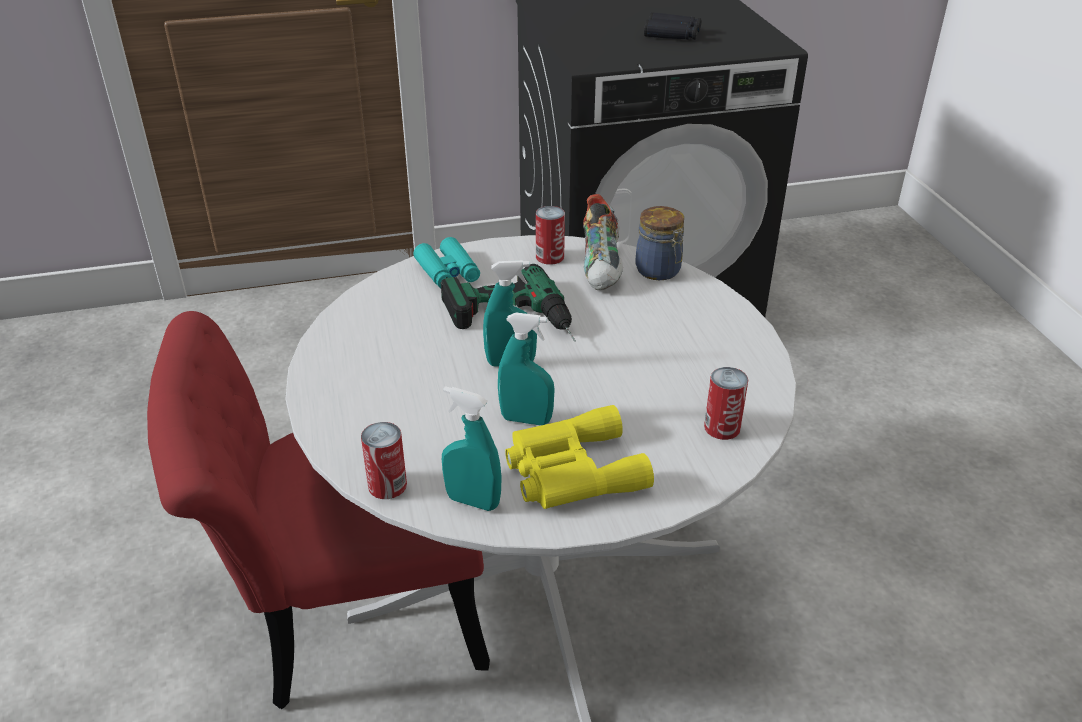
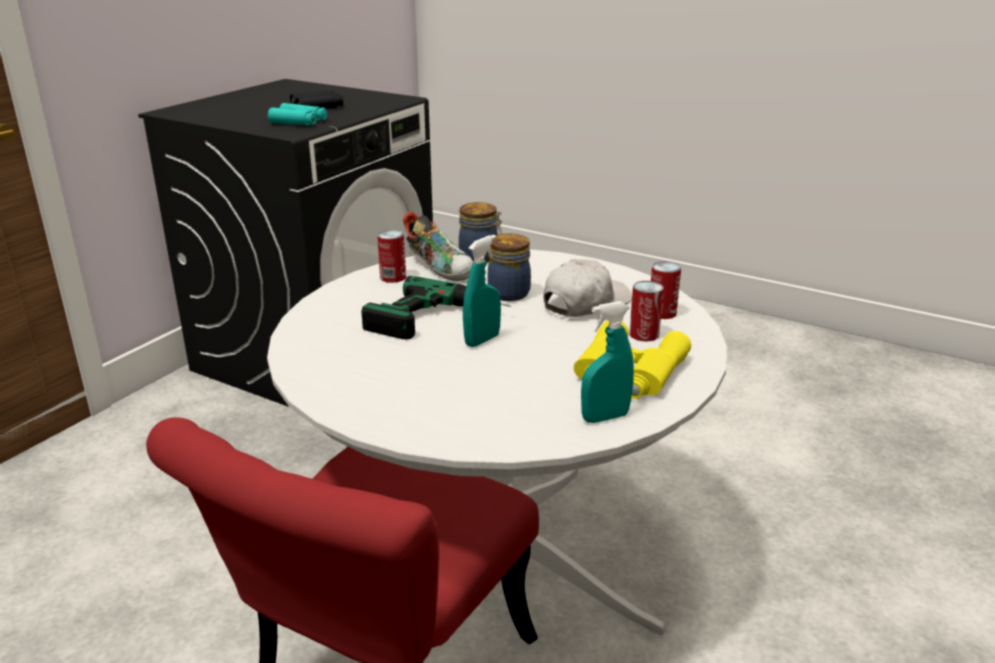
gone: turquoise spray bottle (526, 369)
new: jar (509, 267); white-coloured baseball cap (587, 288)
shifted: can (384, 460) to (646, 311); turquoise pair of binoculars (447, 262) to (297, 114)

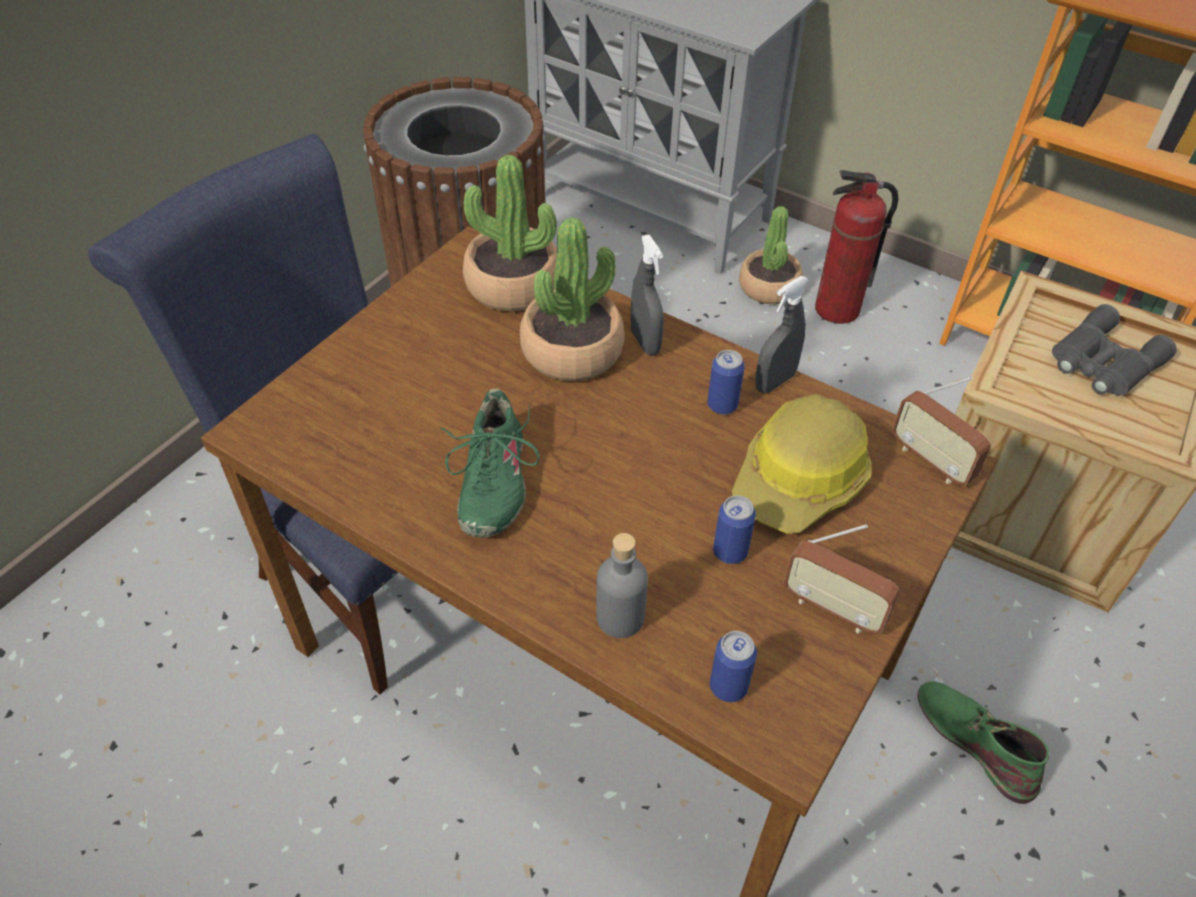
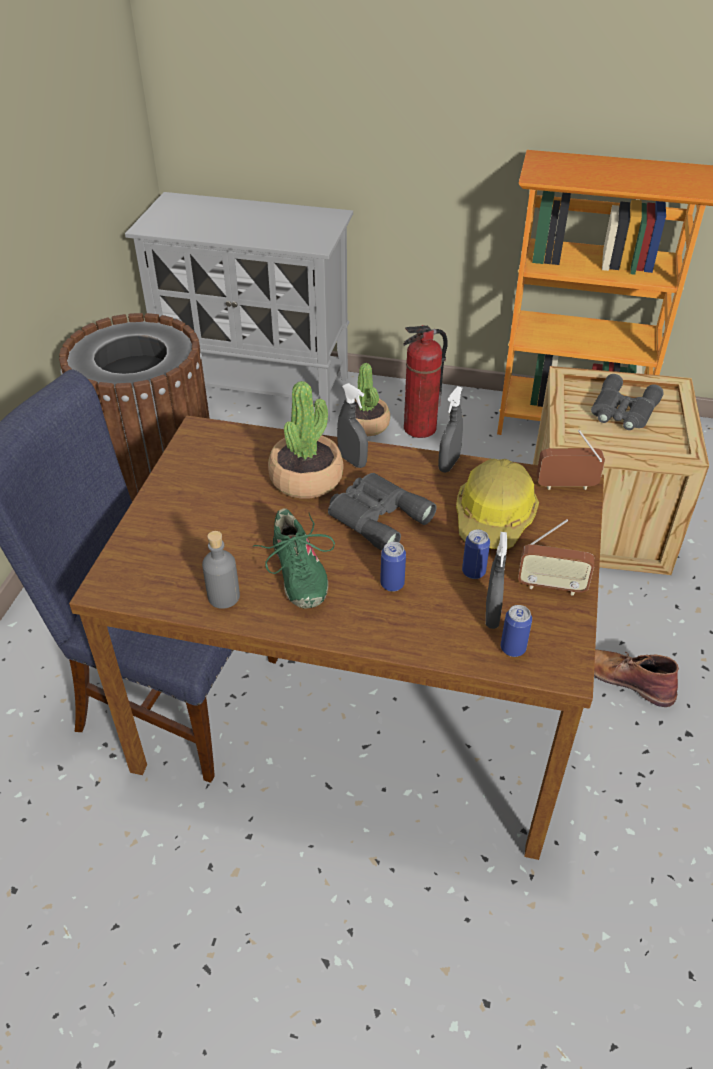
gone: potted plant (510, 233)
new: grey pair of binoculars (382, 512); grey spray bottle (496, 580)
shifted: grey beverage bottle (622, 585) to (221, 570); can (726, 382) to (393, 567)
repainted: greenish high-top boot (983, 742) to brown-coloured high-top boot (636, 678)
rotated: radio receiver (941, 431) = (570, 460) 150 degrees clockwise

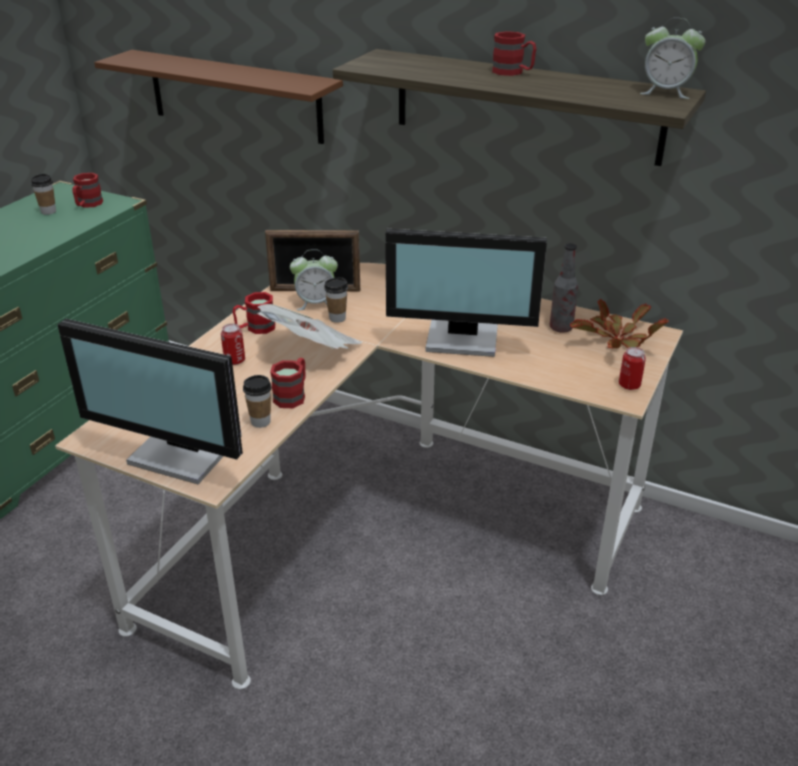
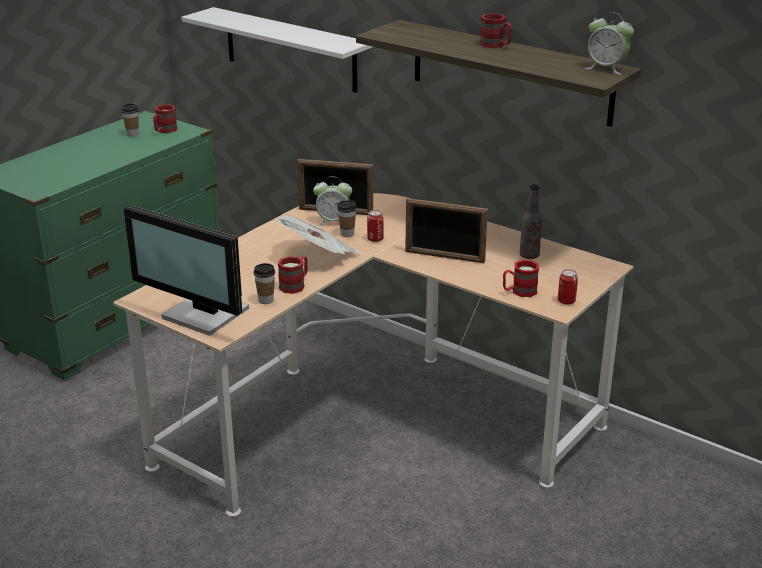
gone: potted plant (619, 323)
shifted: can (233, 344) to (375, 226); reddish coffee mug (254, 313) to (521, 278)
swapped: monitor (466, 293) to picture frame (446, 230)
repainted: brown-coloured wall shelf (218, 97) to white-coloured wall shelf (277, 50)

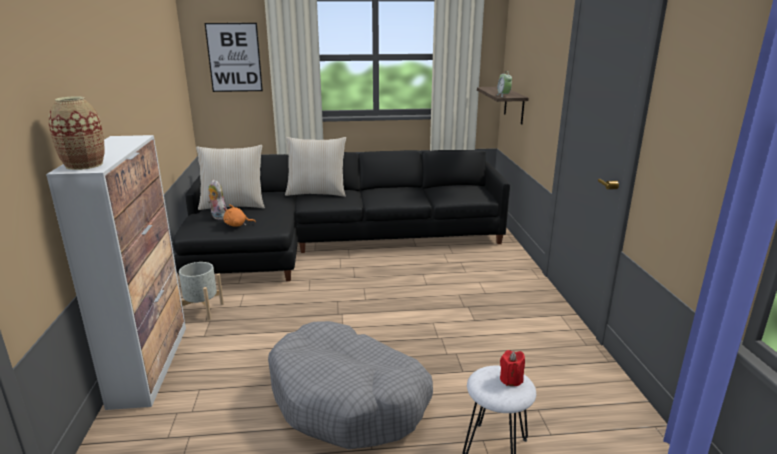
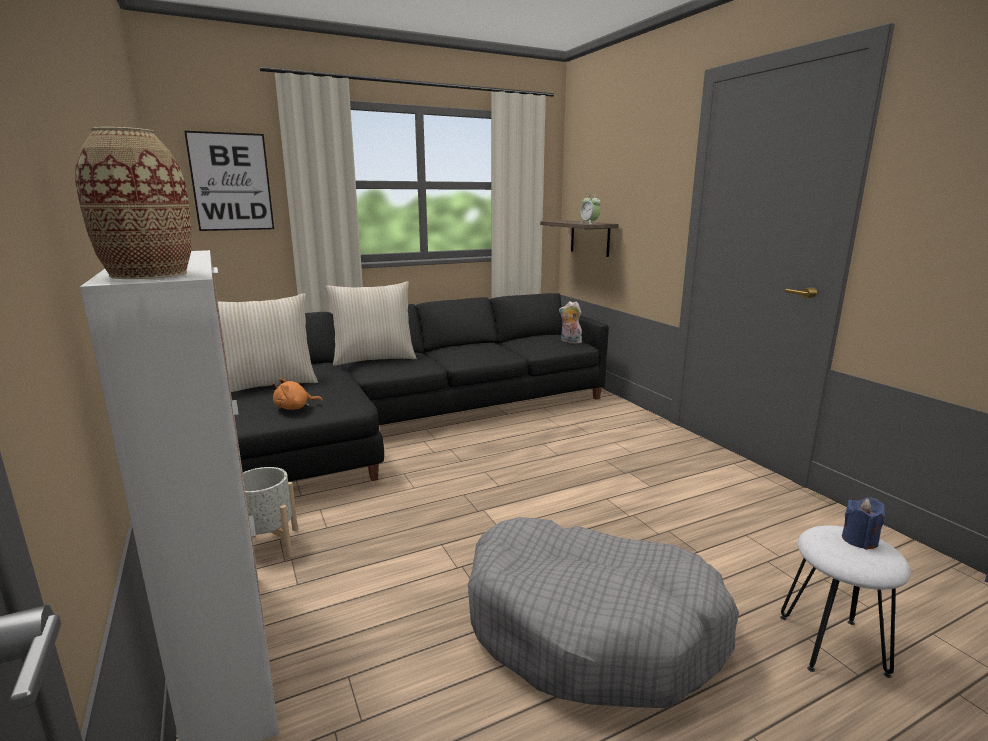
shifted: plush toy (217, 200) to (570, 322)
repainted: reddish wax candle (512, 368) to blue-coloured wax candle (863, 523)

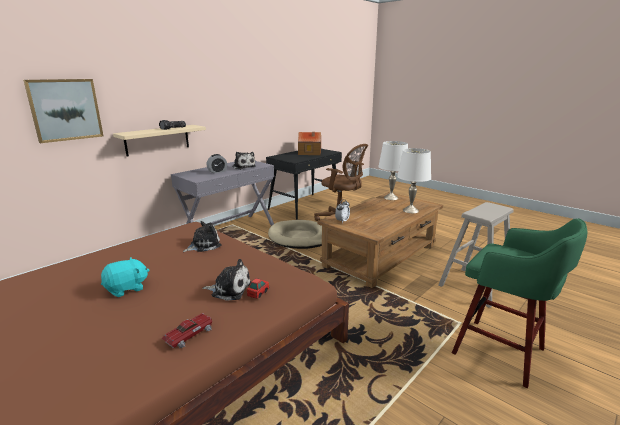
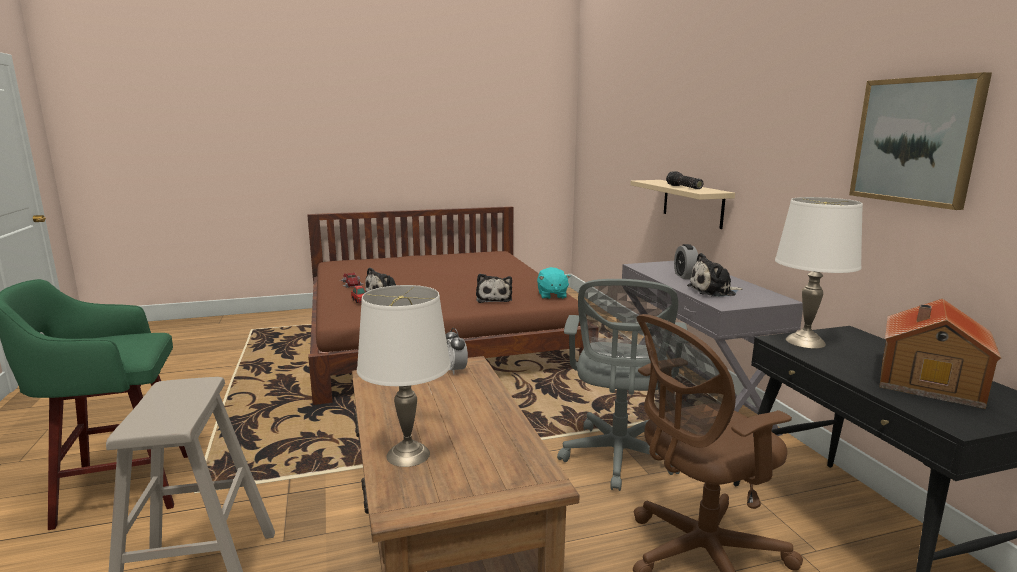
shifted: wall art (63, 111) to (920, 141); turquoise plush toy (125, 277) to (554, 283); white-coloured lamp for a table (393, 170) to (819, 272)
swapped: sand-coloured pet bed (295, 234) to grey desk chair (622, 385)

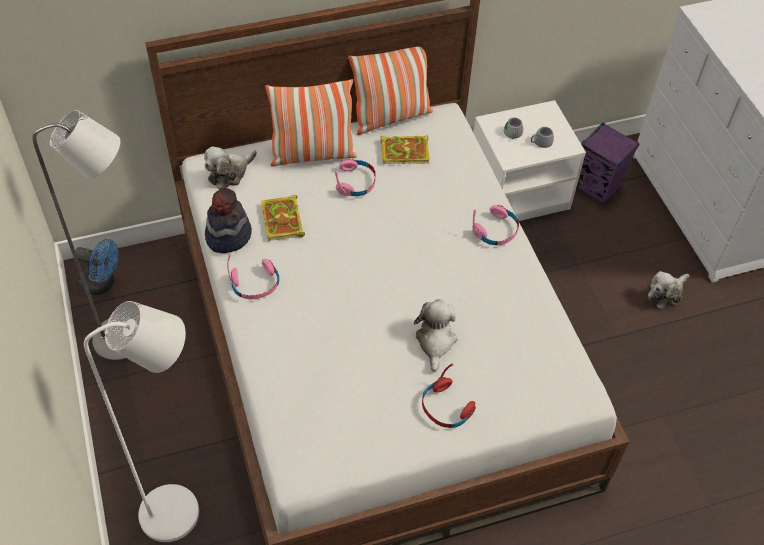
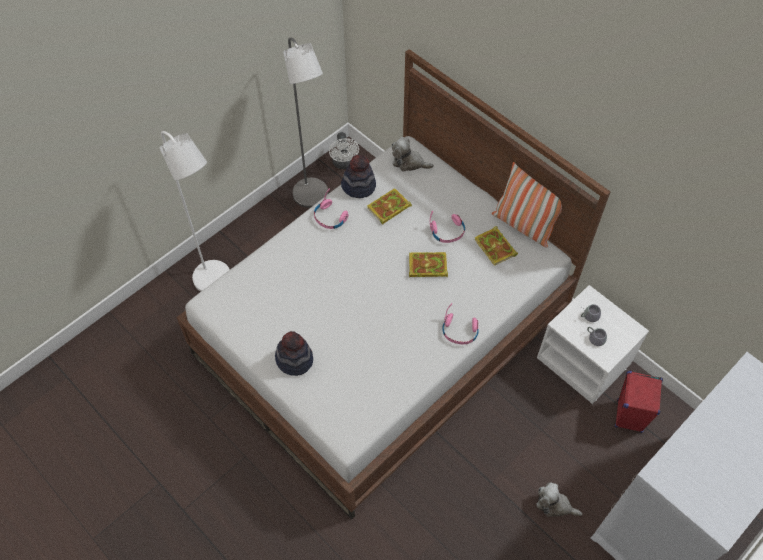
gone: cushion (311, 123); plush toy (435, 335)
new: bound book (428, 264)
swapped: reddish pair of headphones (449, 396) to hat (294, 353)
repainted: blue-coloured fan (97, 267) to white-coloured fan (344, 150); purplish loudspeaker (607, 163) to reddish loudspeaker (639, 402)

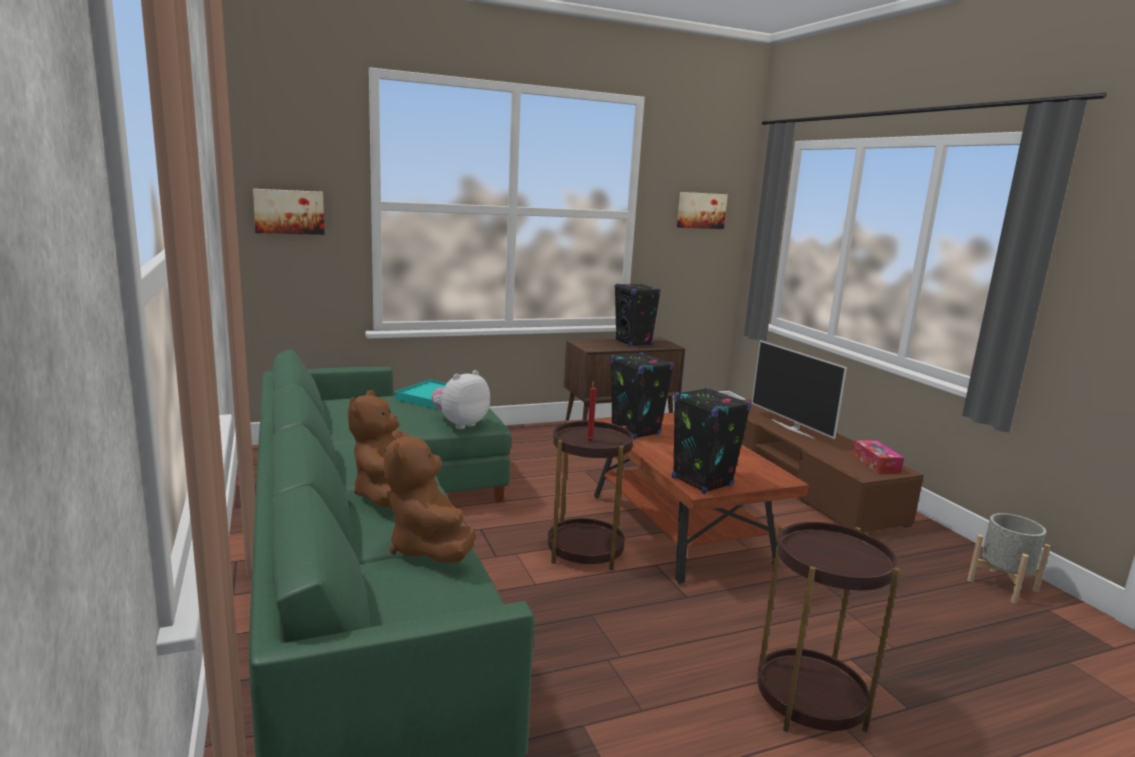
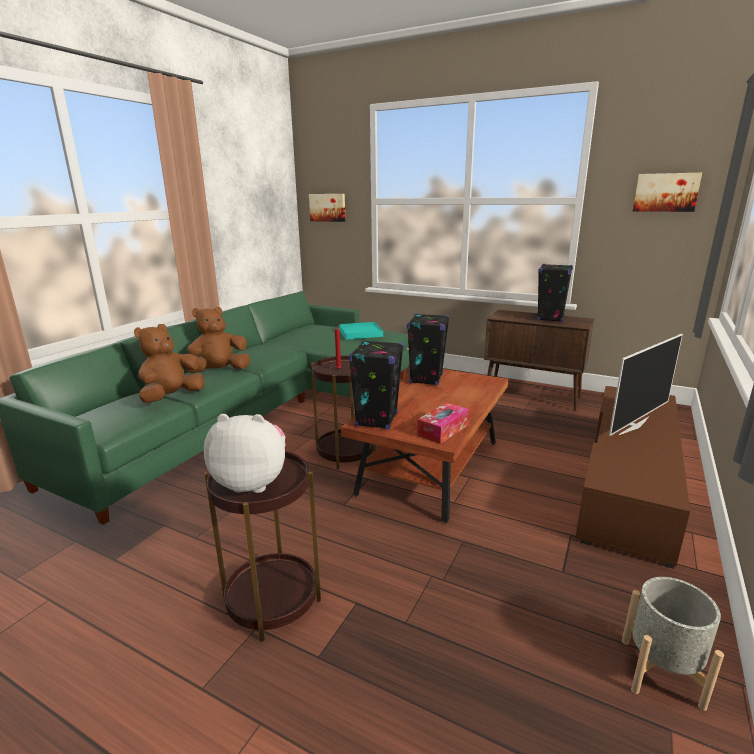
shifted: plush toy (460, 399) to (245, 453); tissue holder (878, 457) to (443, 423)
rotated: TV (799, 389) = (646, 385) 150 degrees counterclockwise

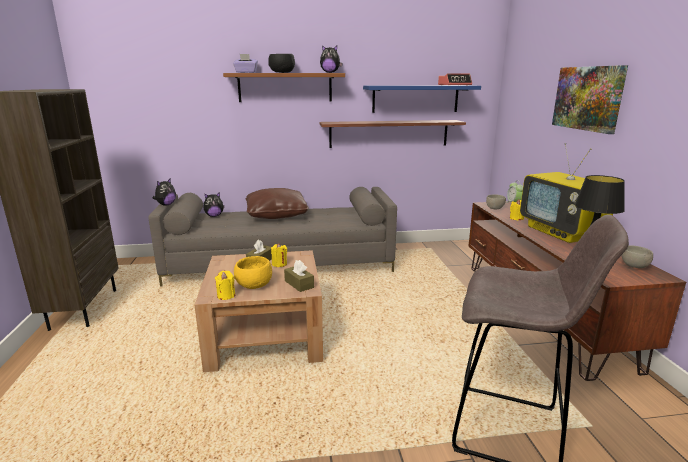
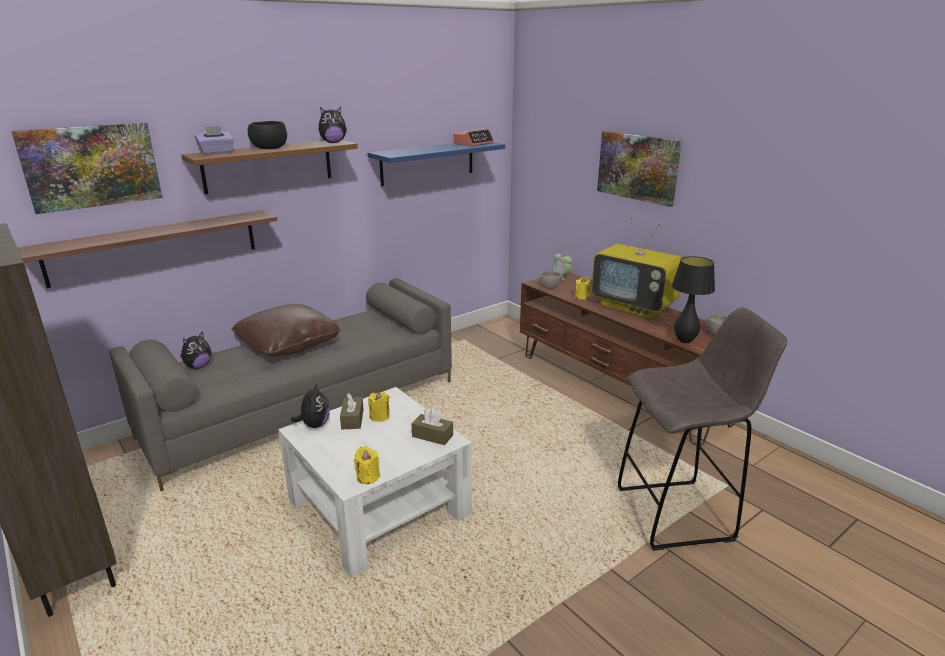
gone: yellow serving bowl (253, 272)
new: wall art (87, 168)
shifted: plush toy (164, 192) to (310, 405); wall shelf (392, 134) to (147, 249)
repainted: brown-coloured coffee table (258, 311) to white-coloured coffee table (375, 482)

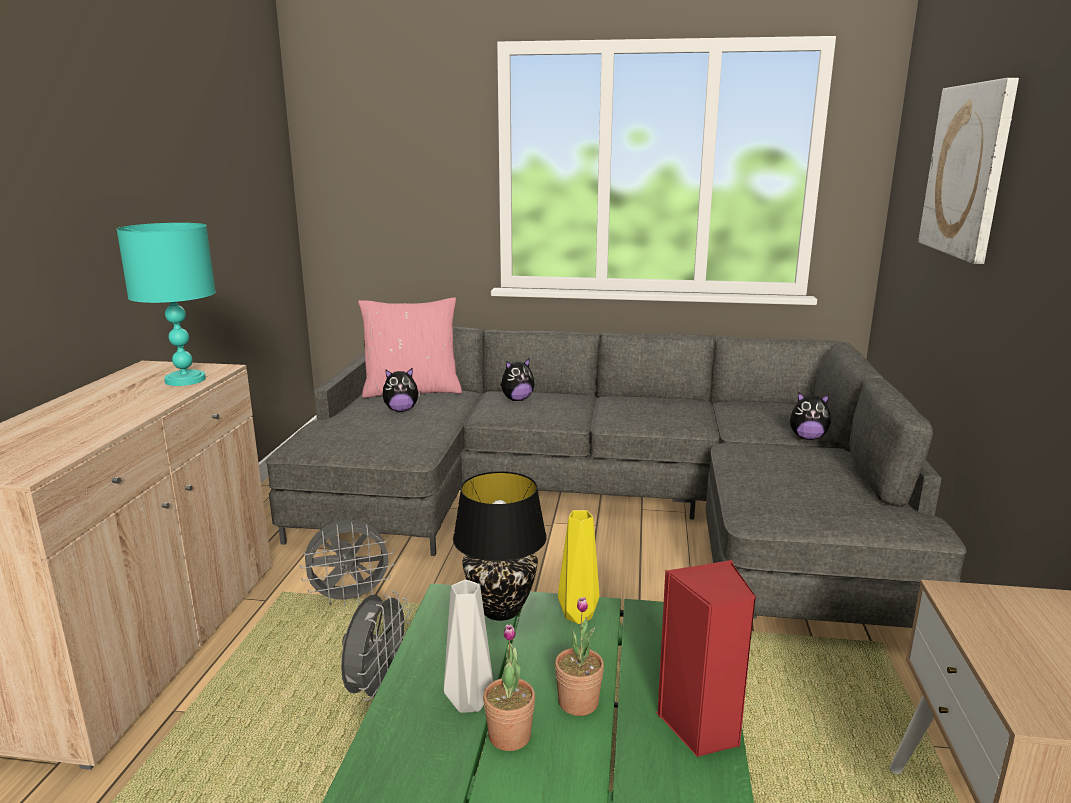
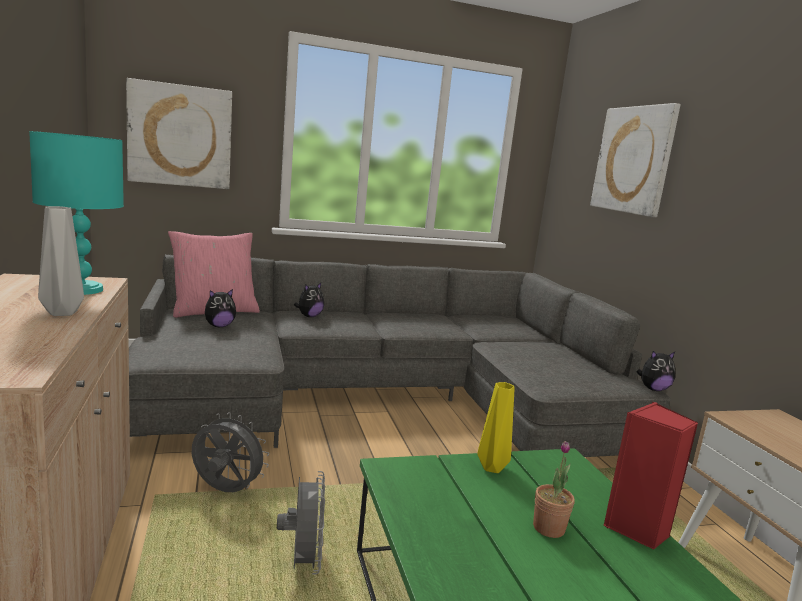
gone: blackish lamp for a table (500, 546); potted plant (509, 687)
new: wall art (179, 133)
shifted: grey flower vase (468, 646) to (61, 261); plush toy (810, 416) to (656, 371)
rotated: grey fan (347, 563) = (230, 452) 120 degrees counterclockwise

